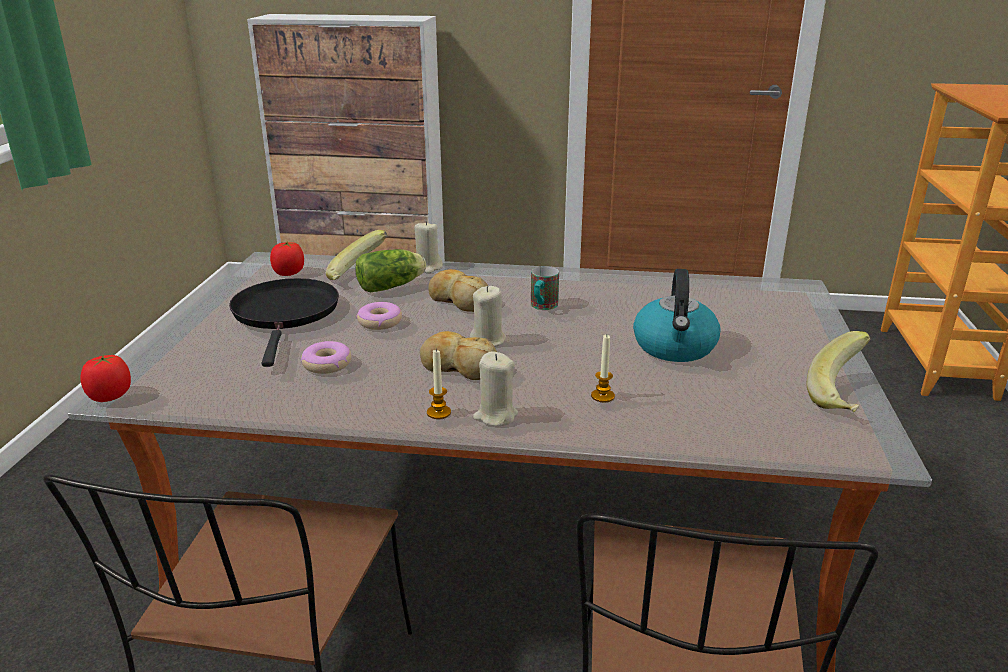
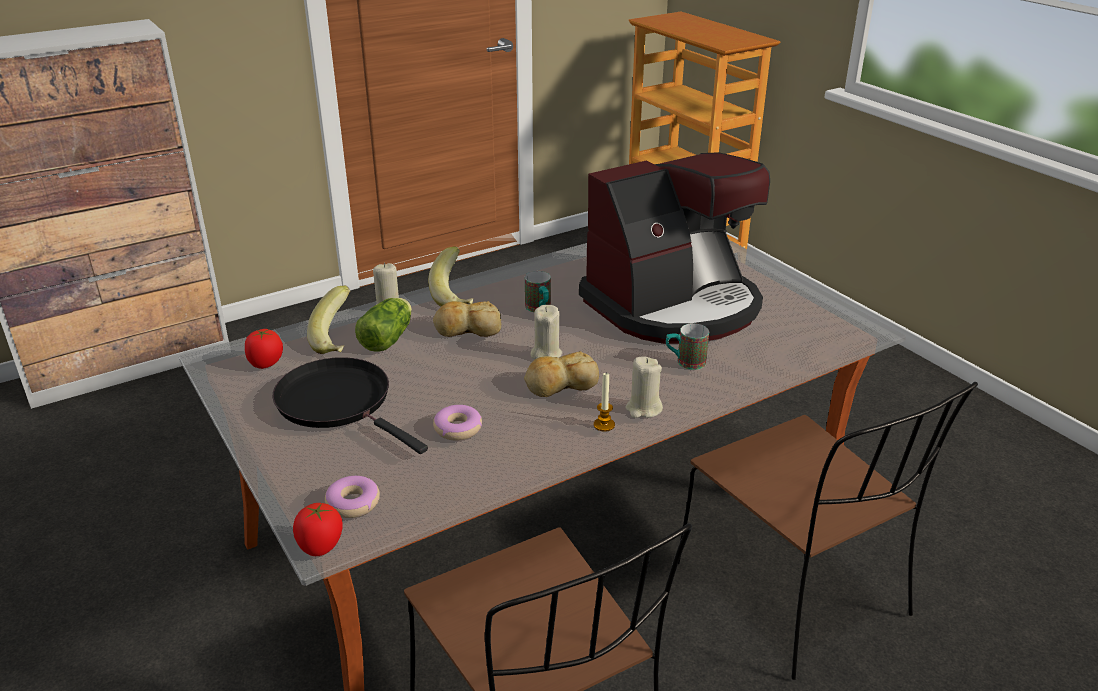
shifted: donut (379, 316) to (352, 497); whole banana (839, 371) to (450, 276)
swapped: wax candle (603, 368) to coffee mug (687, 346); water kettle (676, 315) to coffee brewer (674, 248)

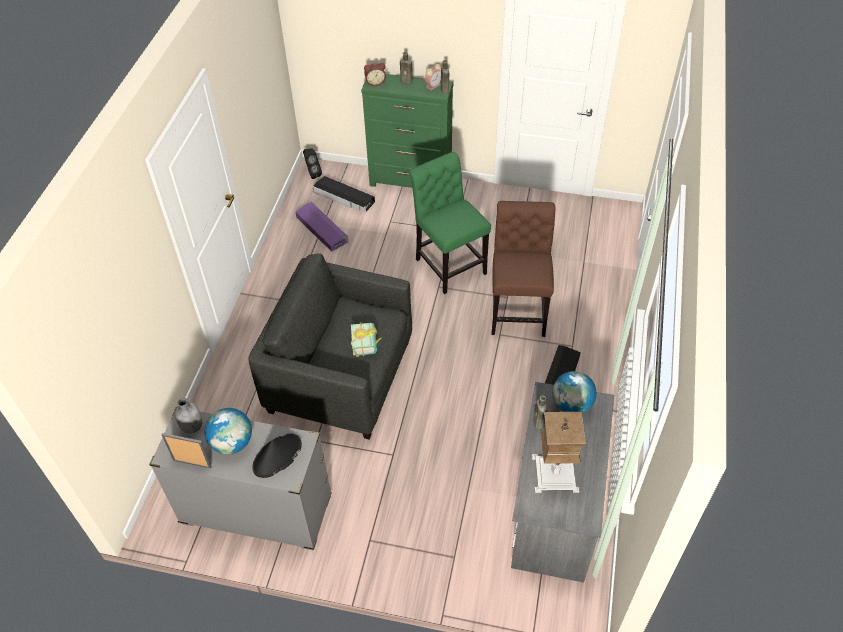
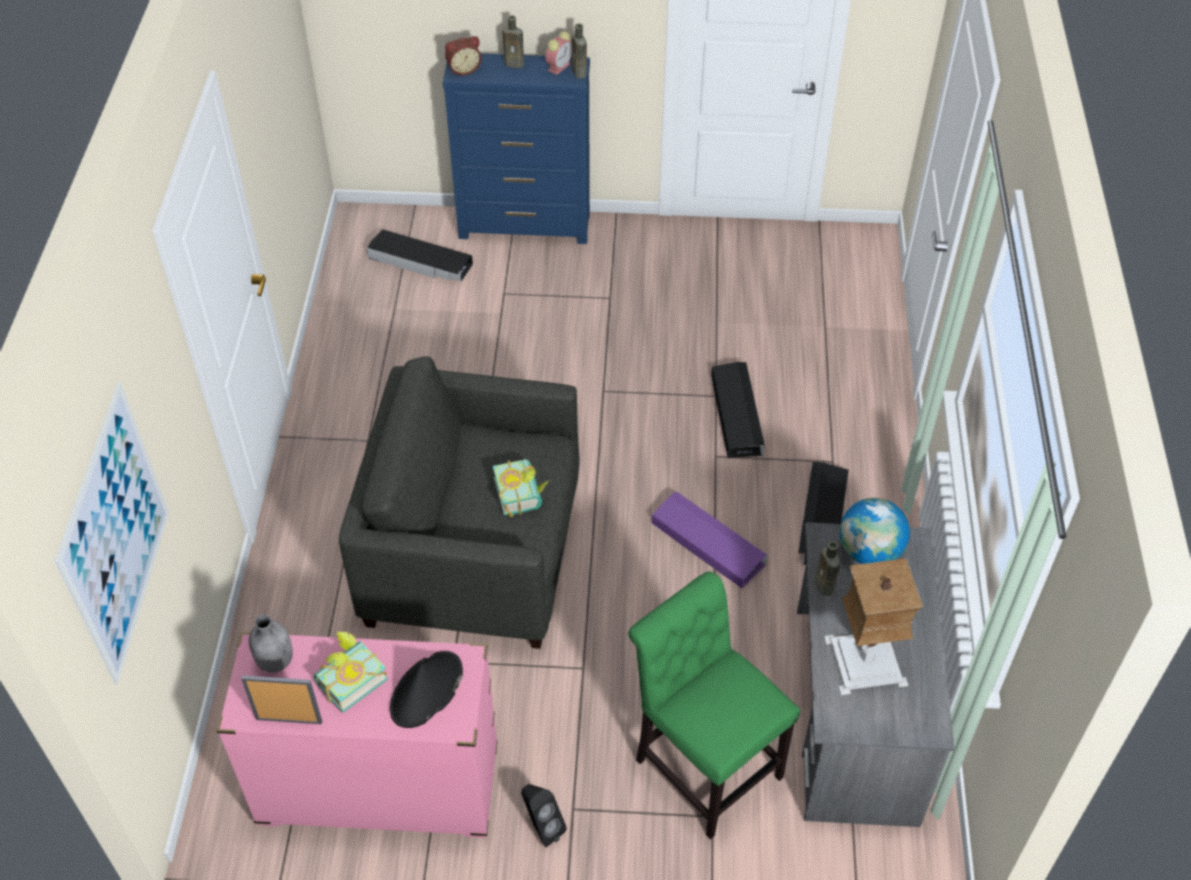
new: wall art (112, 533)
shifted: purplish storage box (321, 227) to (709, 539); blackish loudspeaker (312, 164) to (544, 815); greenish upright chair (450, 223) to (714, 705)
swapped: world globe (228, 431) to bound book (351, 672); brown-coloured upright chair (524, 269) to blackish storage box (738, 410)
repainted: grey drawer chest (240, 479) to pinkish drawer chest (357, 735); greenish drawer chest (407, 131) to blue-coloured drawer chest (516, 149)

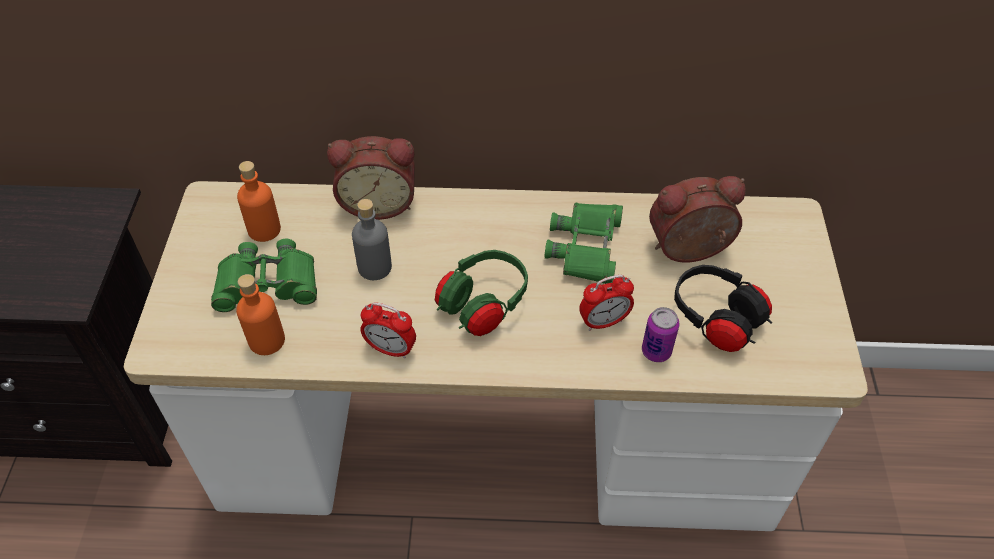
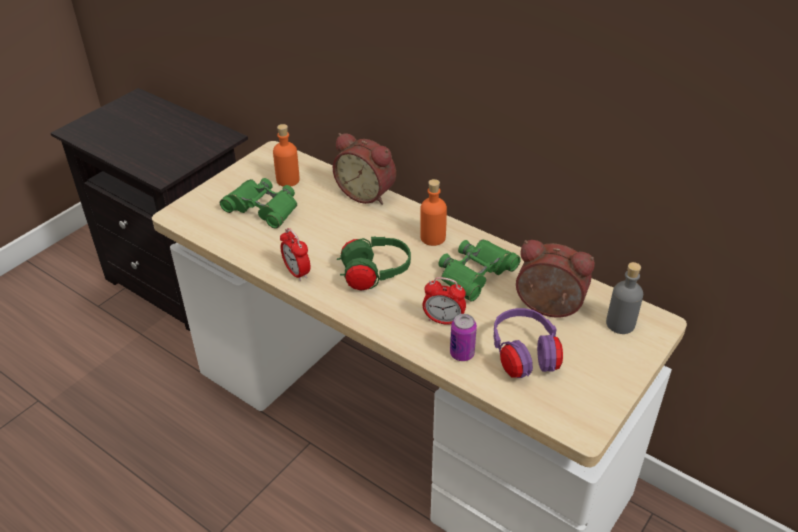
shifted: orangey beverage bottle (260, 314) to (433, 212); grey beverage bottle (372, 239) to (624, 298)
repainted: blackish pair of headphones (723, 308) to purplish pair of headphones (528, 343)

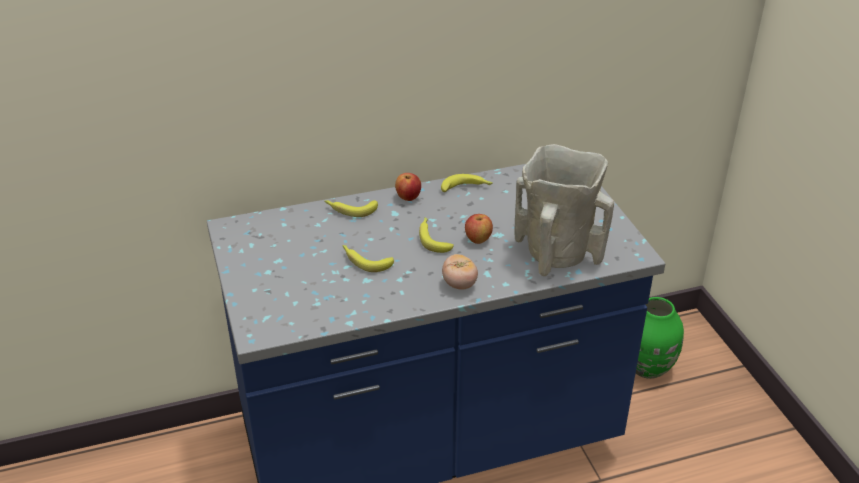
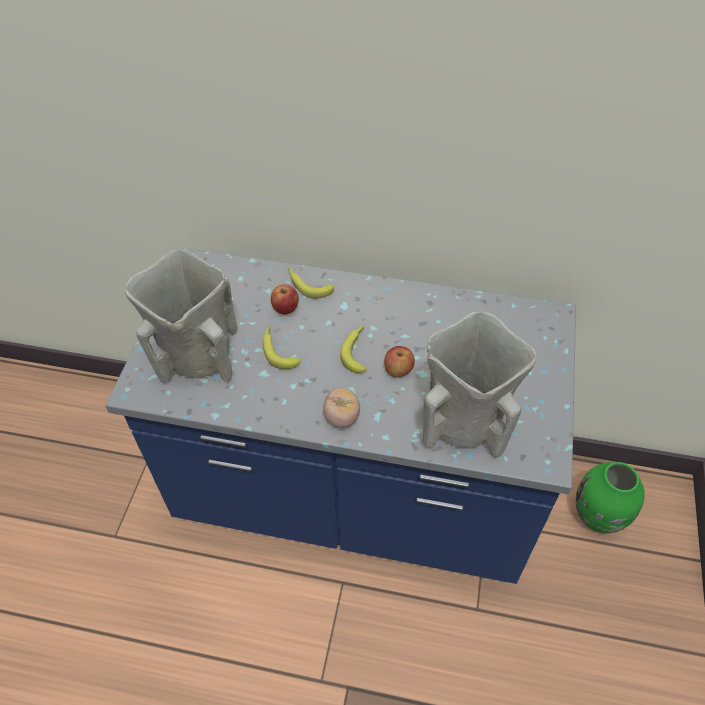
gone: whole banana (467, 183)
new: sand-coloured flower vase (181, 316)
shifted: whole apple (408, 187) to (285, 299)

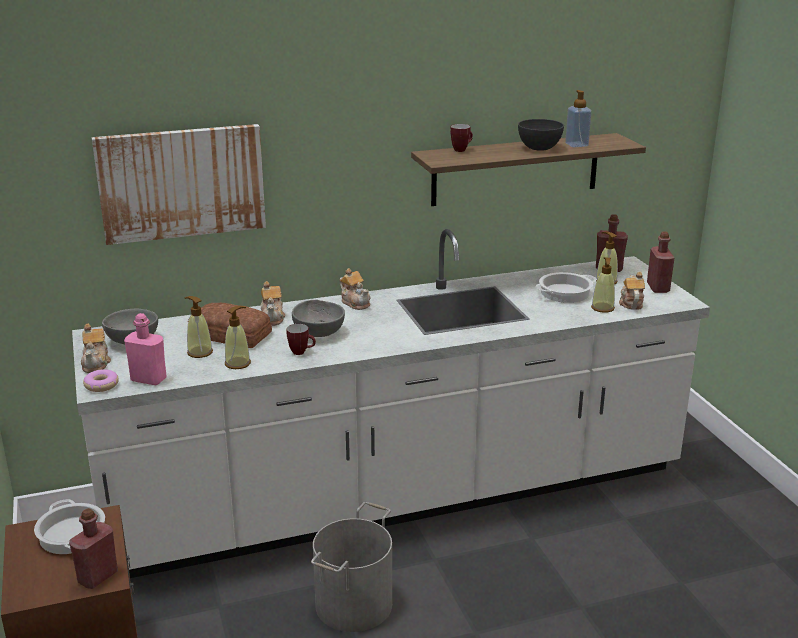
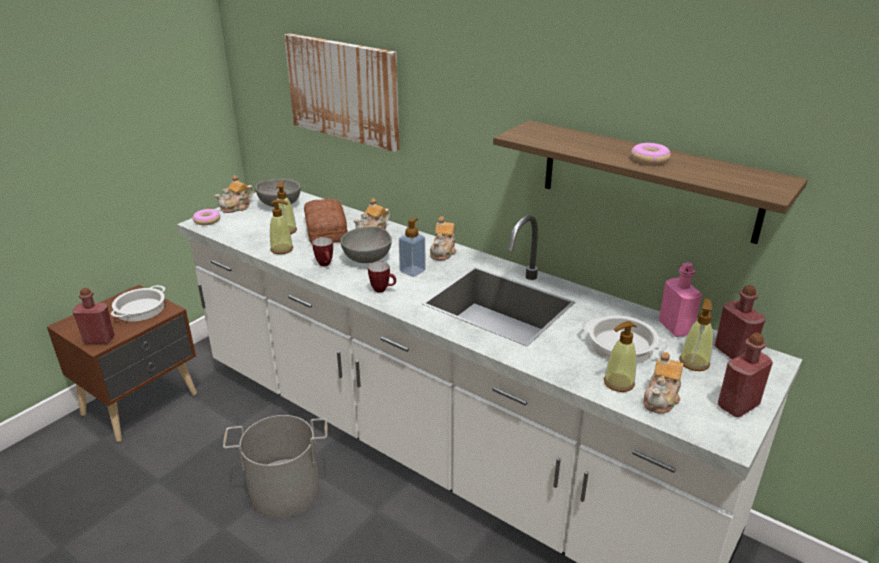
shifted: pinkish beverage bottle (145, 349) to (680, 299); coffee mug (461, 138) to (382, 277); liquid soap bottle (578, 118) to (412, 247)
swapped: grey serving bowl (541, 135) to donut (651, 154)
rotated: teapot (632, 291) = (663, 383) 150 degrees clockwise

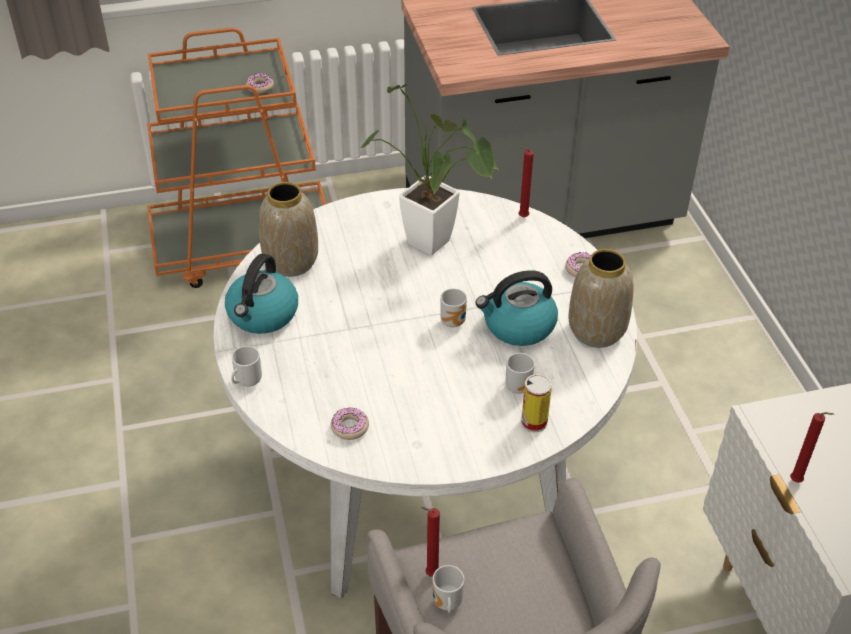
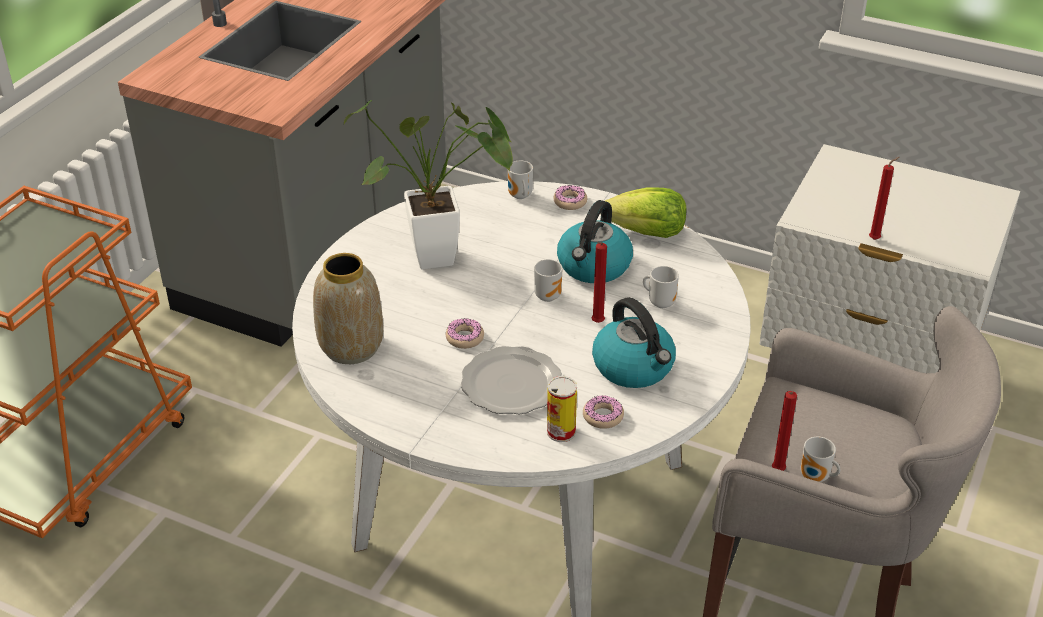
new: dinner plate (511, 380)
shifted: water kettle (261, 294) to (634, 342); coffee mug (246, 366) to (520, 180); donut (260, 83) to (465, 334); reddish wax candle (526, 181) to (599, 282); can (536, 403) to (562, 409)
swapped: flower vase (601, 298) to lettuce head (646, 212)

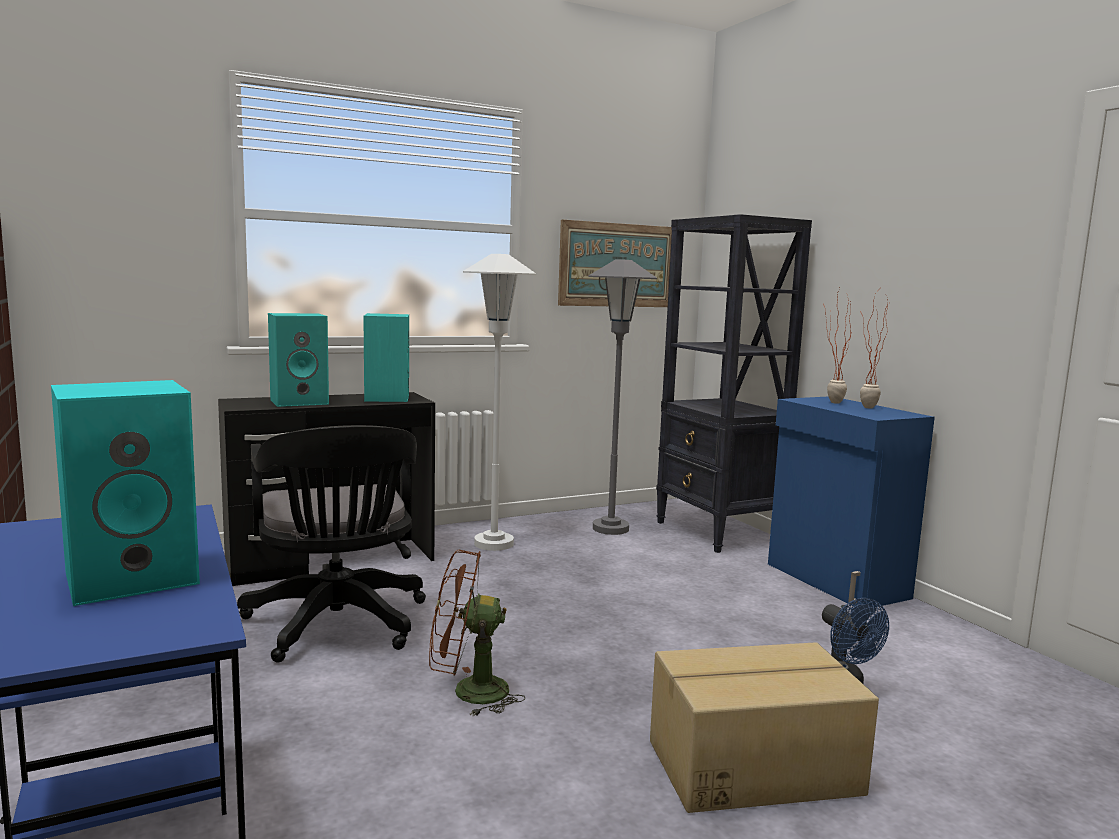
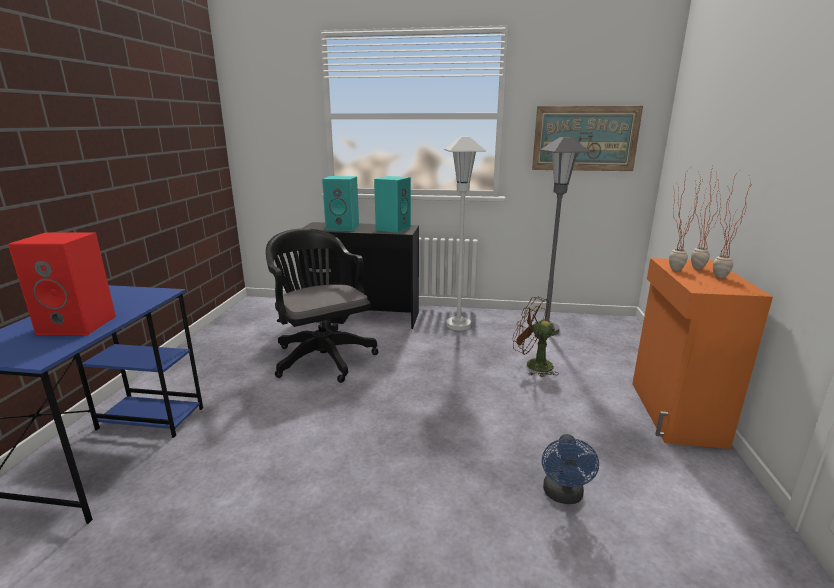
gone: packing box (764, 727); blackish bookshelf (734, 383)
new: potted plant (686, 220)
shifted: brown-coloured fan (477, 633) to (535, 337)
repainted: turquoise loudspeaker (125, 493) to reddish loudspeaker (62, 284); blue-coloured cupboard (851, 501) to orangey cupboard (702, 353)
rotated: blackish desk chair (331, 543) = (322, 305) 135 degrees clockwise

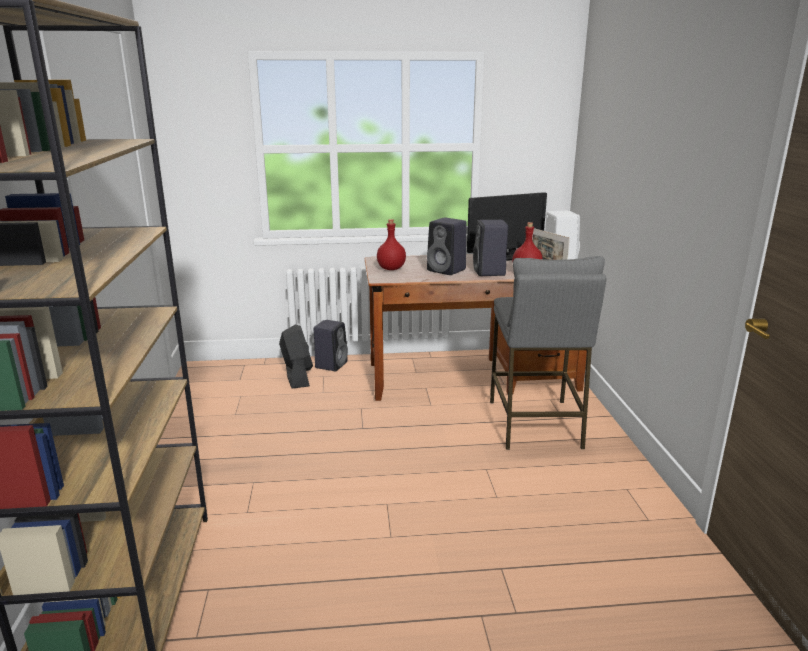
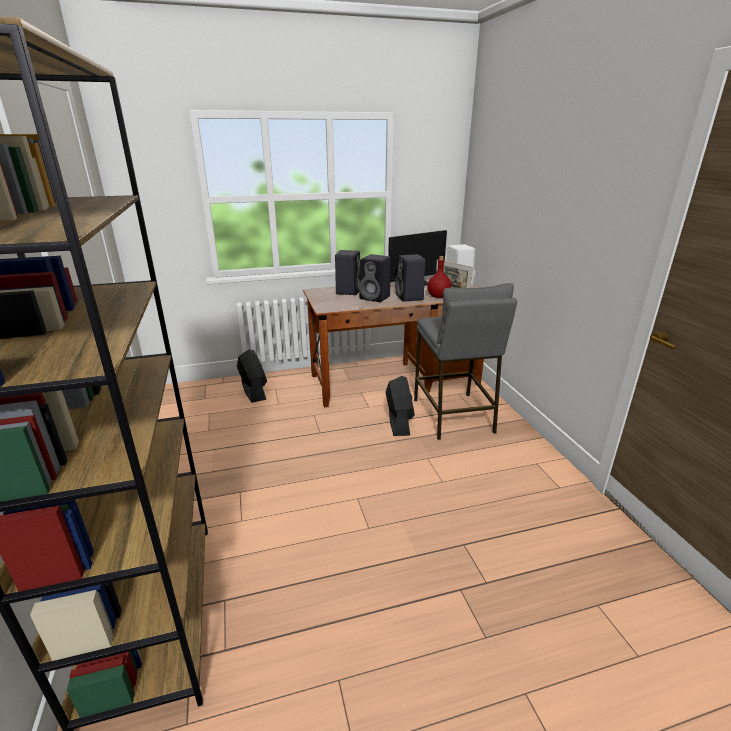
gone: reddish beverage bottle (391, 244)
new: blackish fan (400, 406)
shifted: blackish loudspeaker (331, 345) to (347, 272)

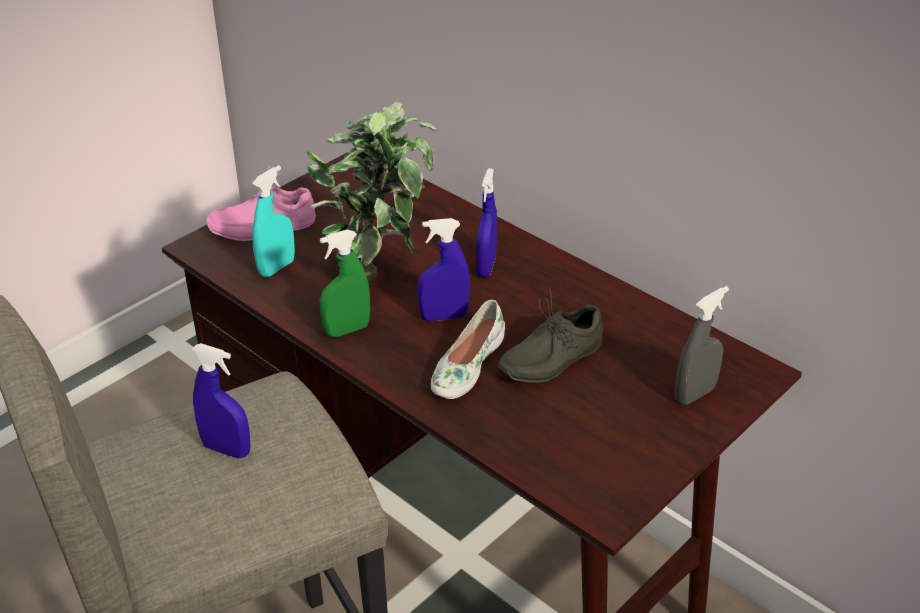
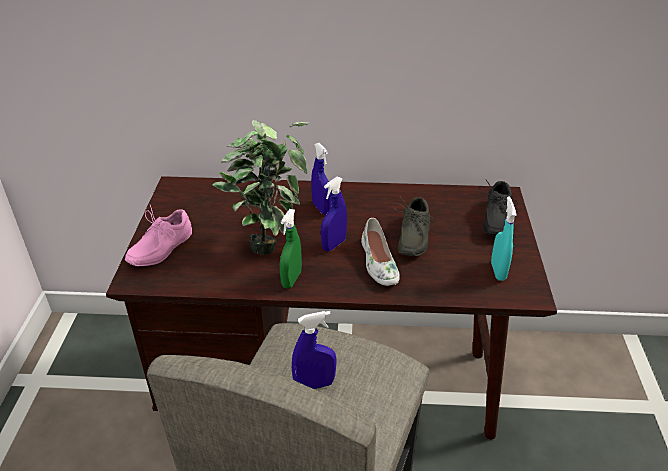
shifted: turquoise spray bottle (273, 221) to (504, 238)
swapped: grey spray bottle (702, 345) to blackish shoe (498, 208)

